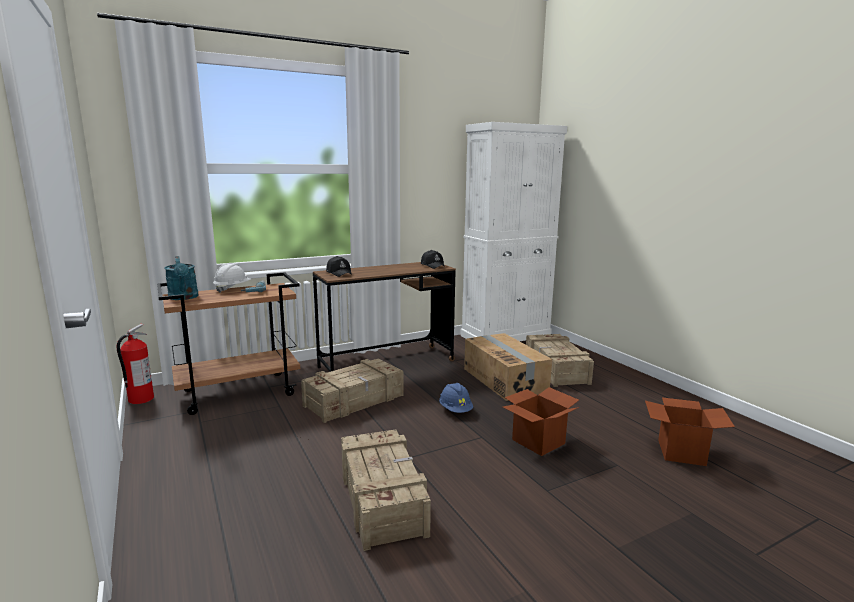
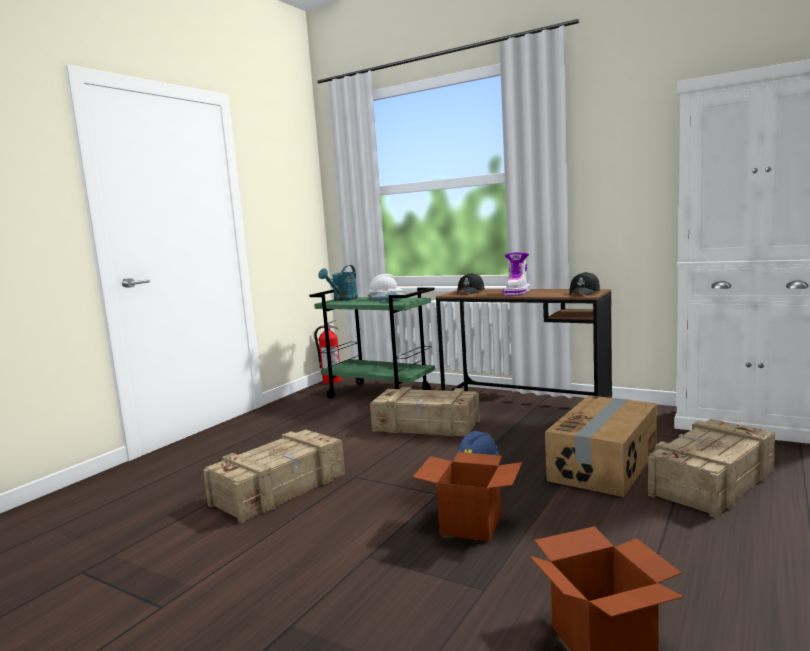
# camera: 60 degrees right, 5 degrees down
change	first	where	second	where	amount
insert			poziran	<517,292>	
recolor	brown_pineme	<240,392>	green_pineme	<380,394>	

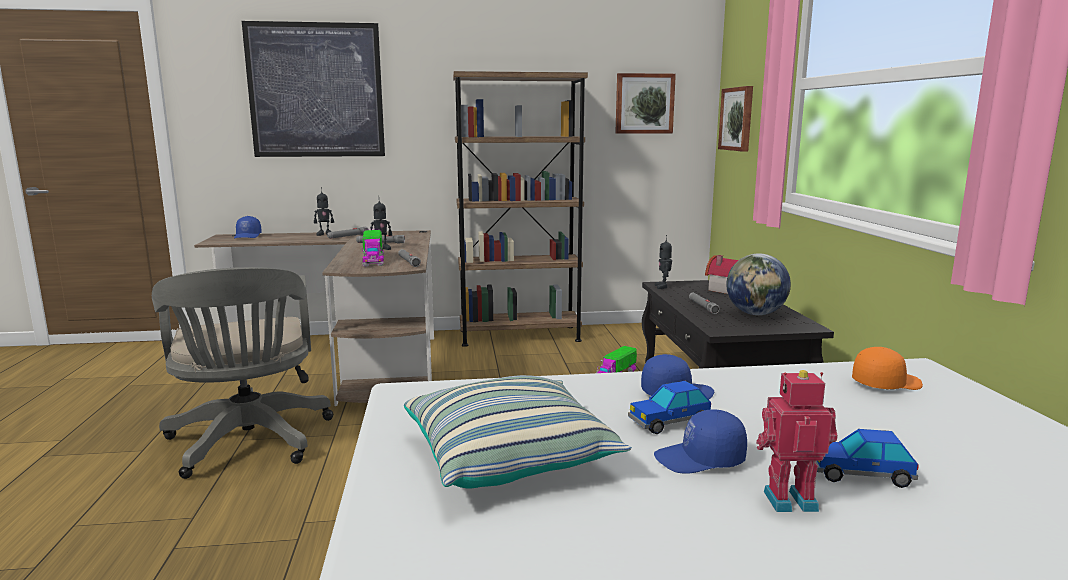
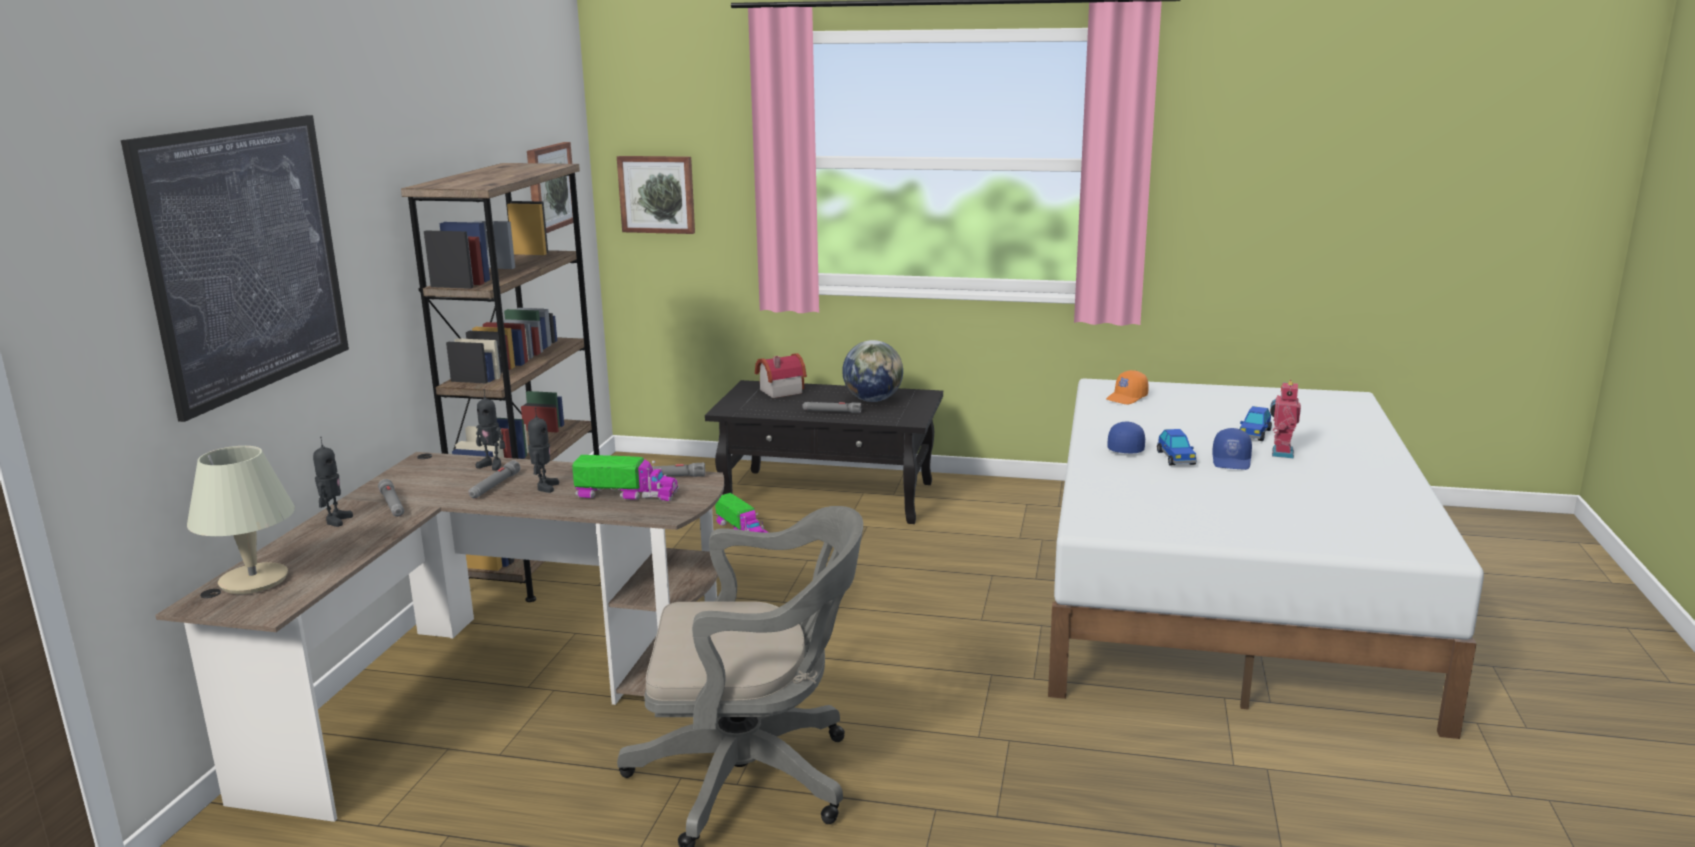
# camera: 70 degrees left, 5 degrees up
change	first	where	second	where	amount
delete	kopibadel	<510,457>			
move	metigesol	<663,287>		<492,465>	
replace	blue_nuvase	<248,236>	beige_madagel	<254,580>	
rotate	orange_nuvase	<885,383>		<1127,398>	135 degrees counterclockwise

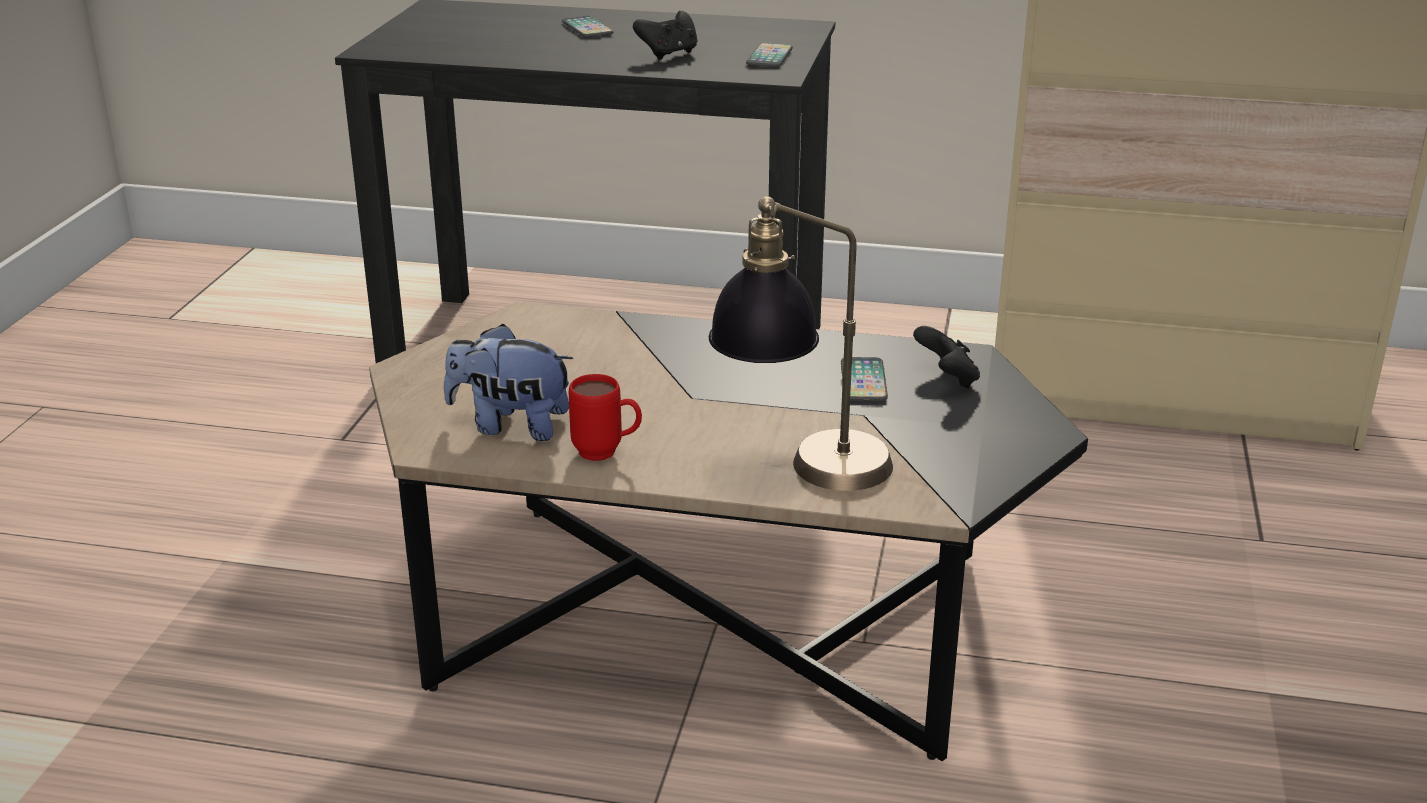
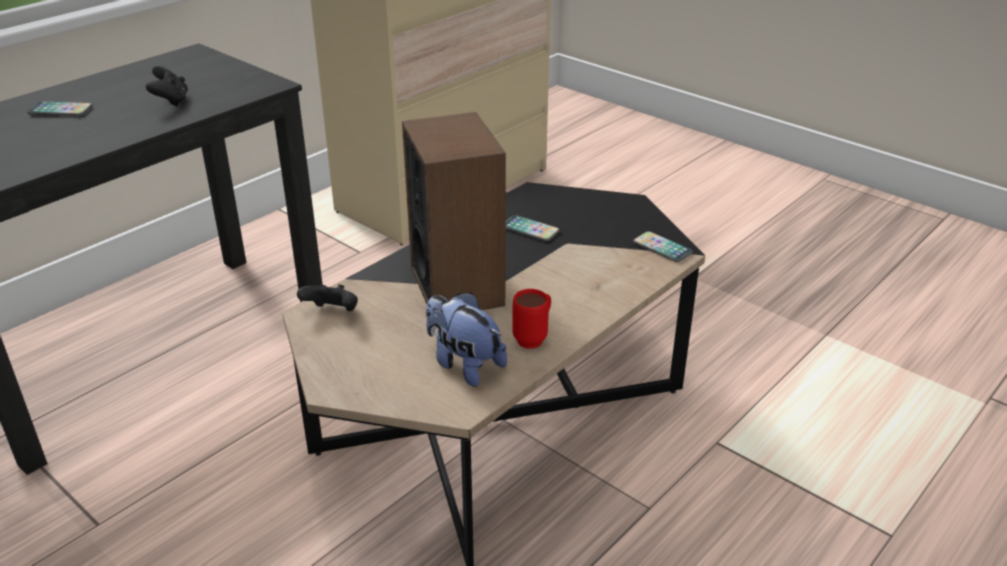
# camera: 60 degrees left, 5 degrees up
change	first	where	second	where	amount
delete	madagel	<801,471>			
insert			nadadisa	<457,286>	
move	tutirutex	<769,57>		<662,248>	
move	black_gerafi	<947,379>		<332,313>	
rotate	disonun	<511,425>		<464,364>	90 degrees clockwise

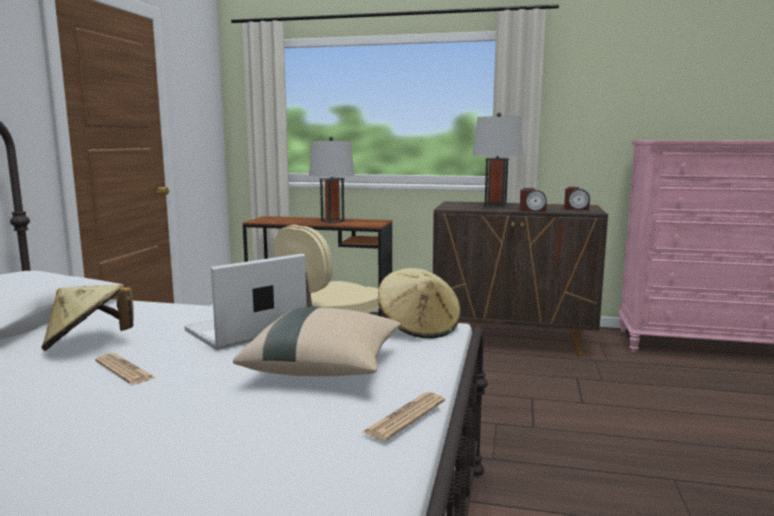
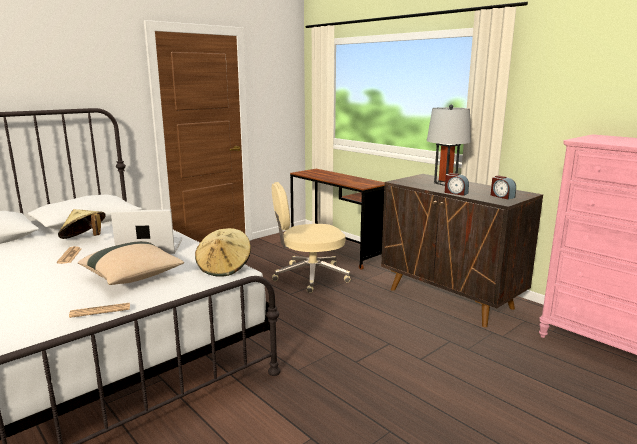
# camera: 35 degrees right, 5 degrees up
change	first	where	second	where	amount
delete	grey_madagel	<332,221>			

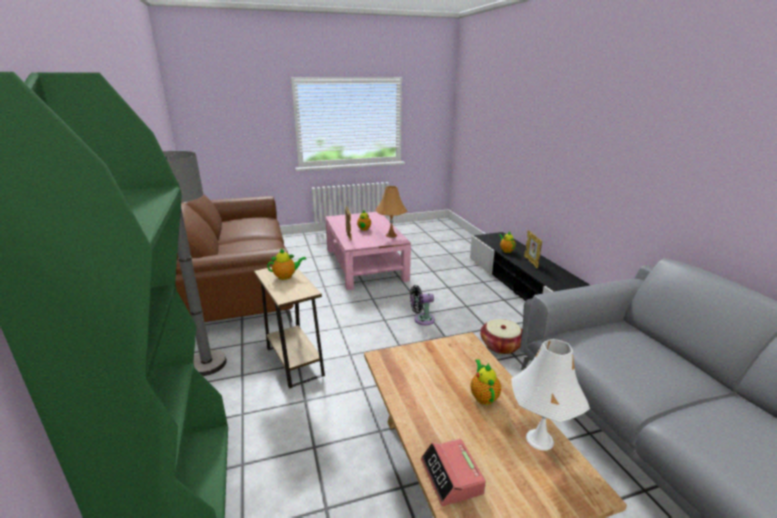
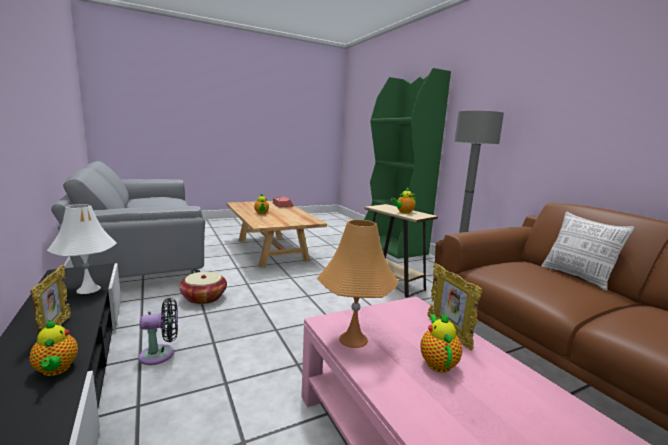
# camera: 170 degrees right, 10 degrees down
change	first	where	second	where	amount
insert			kopibadel	<577,277>	
move	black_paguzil	<422,320>		<161,354>	
move	white_madagel	<539,439>		<89,289>	

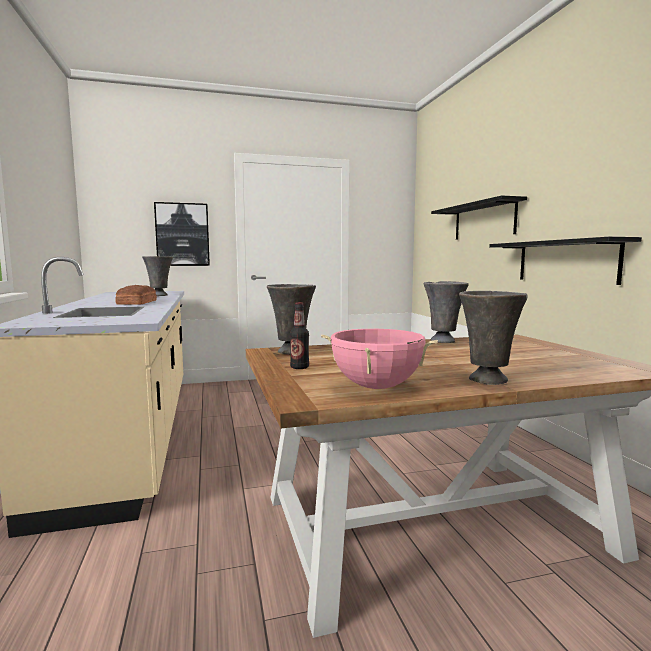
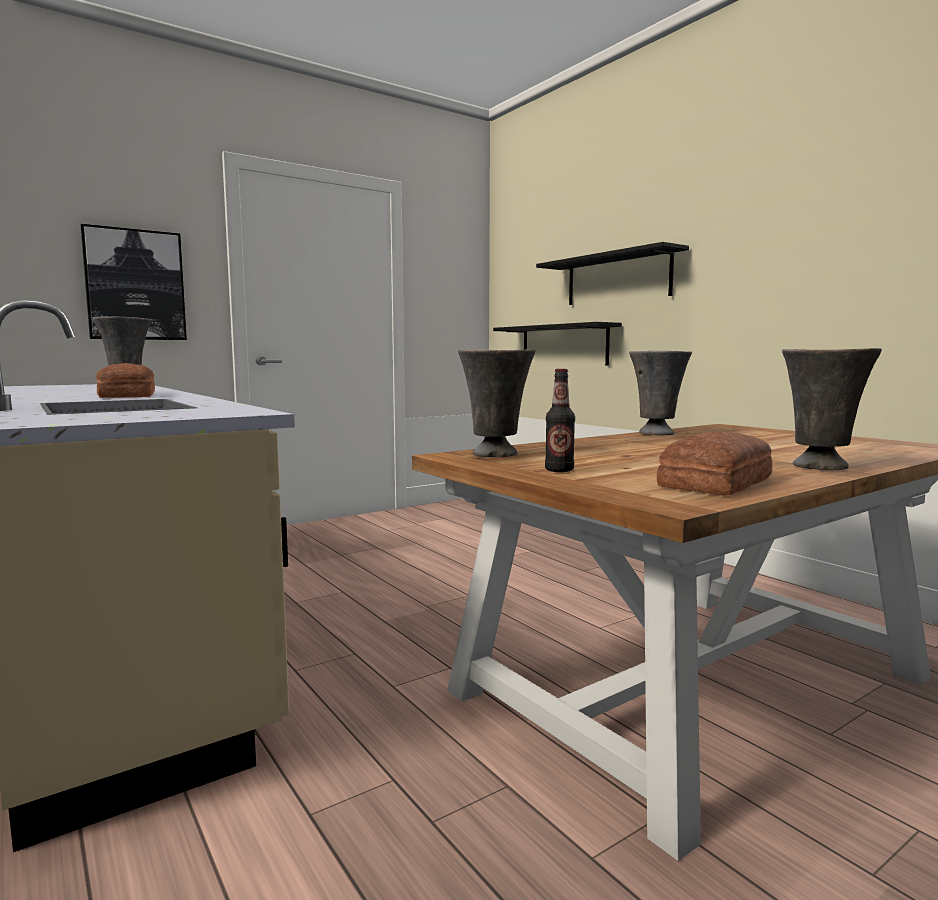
# camera: 20 degrees left, 0 degrees up
change	first	where	second	where	amount
move	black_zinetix	<565,261>		<564,345>	
replace	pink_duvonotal	<376,387>	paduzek	<719,482>	

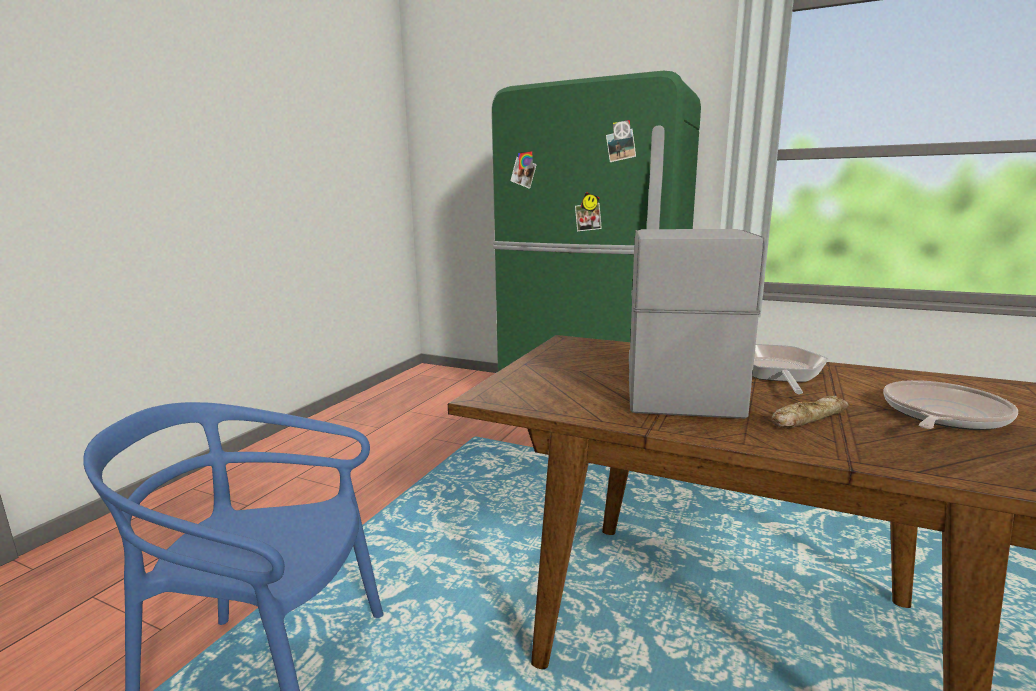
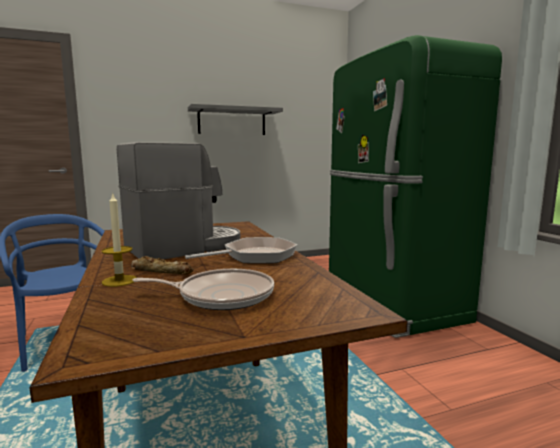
# camera: 45 degrees right, 5 degrees down
change	first	where	second	where	amount
insert			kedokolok	<119,281>	
insert			grey_zinetix	<232,121>	

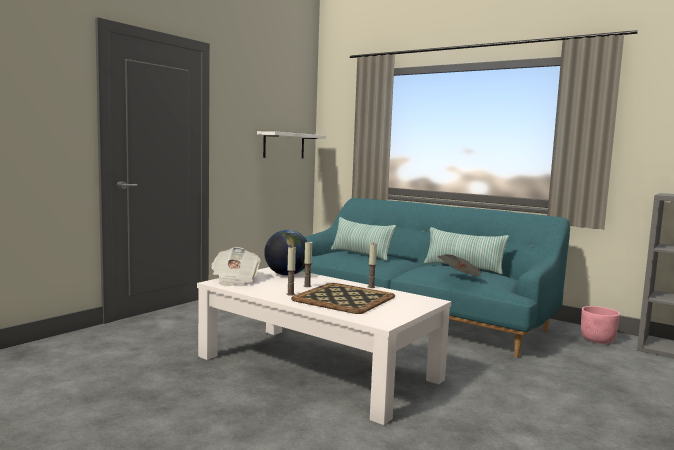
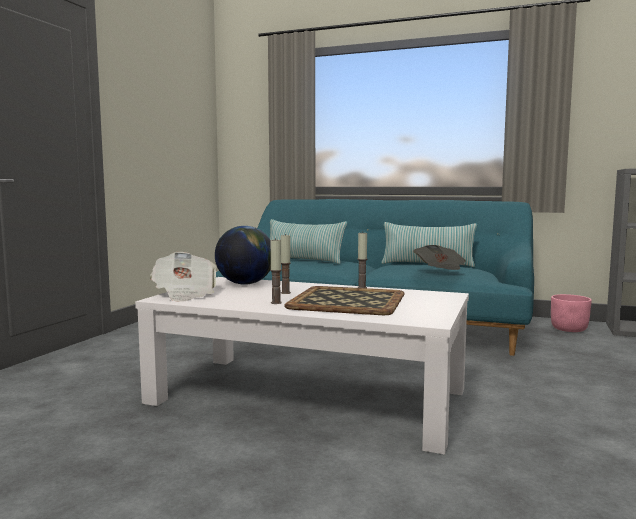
# camera: 15 degrees left, 0 degrees up
change	first	where	second	where	amount
delete	white_zinetix	<284,145>			

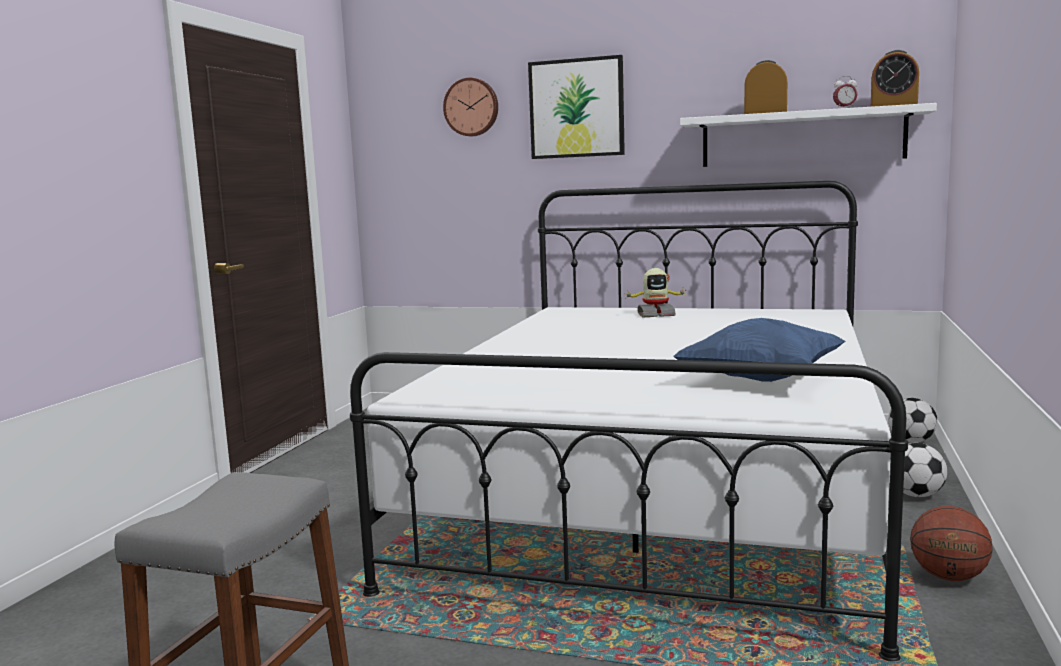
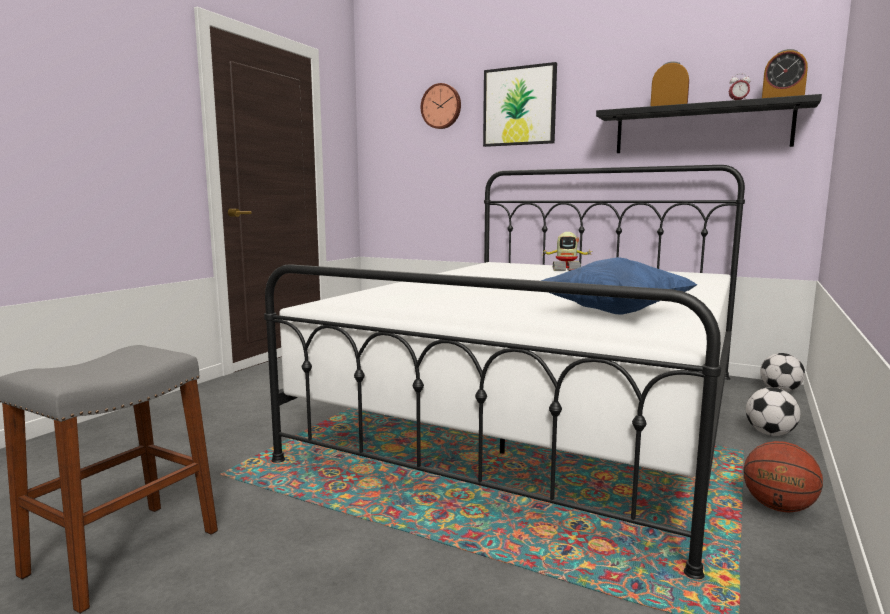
# camera: 10 degrees right, 0 degrees up
change	first	where	second	where	amount
recolor	white_zinetix	<802,138>	black_zinetix	<701,129>	

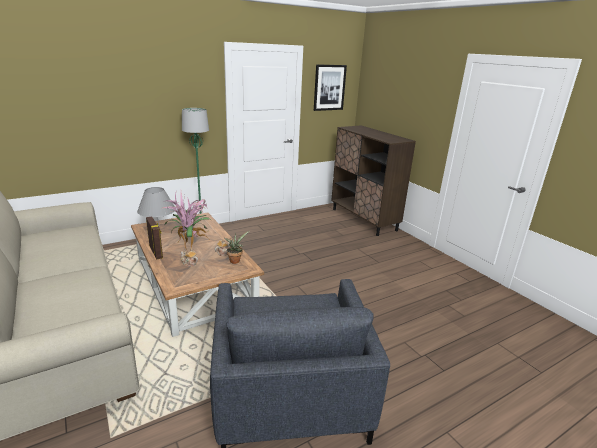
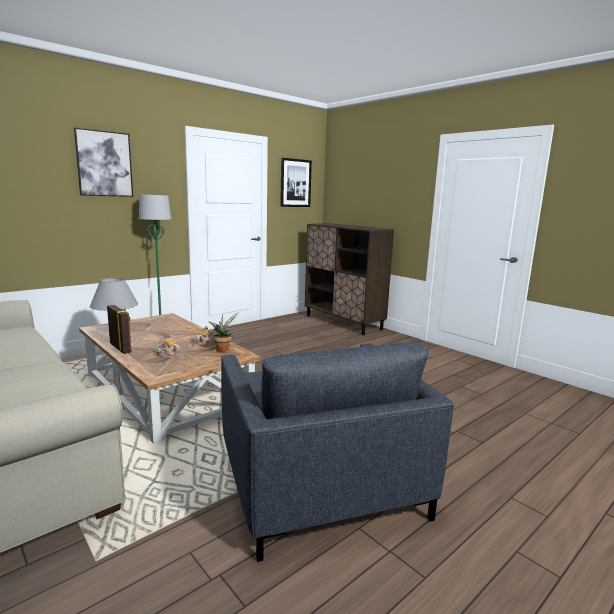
# camera: 10 degrees left, 10 degrees down
change	first	where	second	where	amount
delete	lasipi	<191,242>			
insert			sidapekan	<104,164>	

